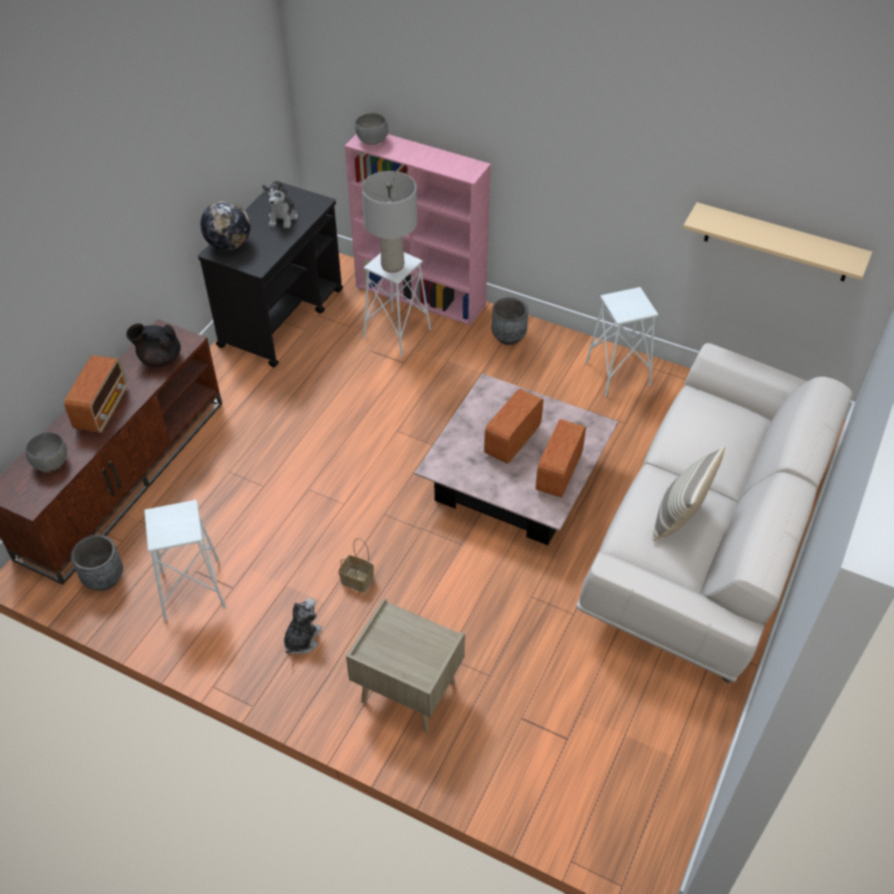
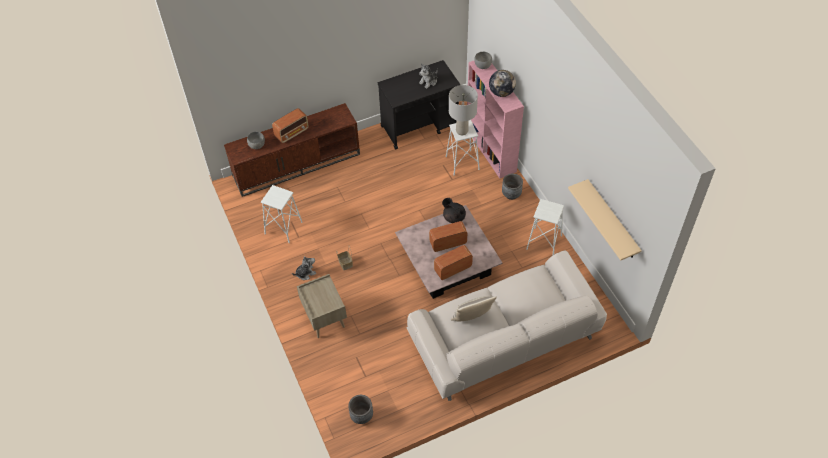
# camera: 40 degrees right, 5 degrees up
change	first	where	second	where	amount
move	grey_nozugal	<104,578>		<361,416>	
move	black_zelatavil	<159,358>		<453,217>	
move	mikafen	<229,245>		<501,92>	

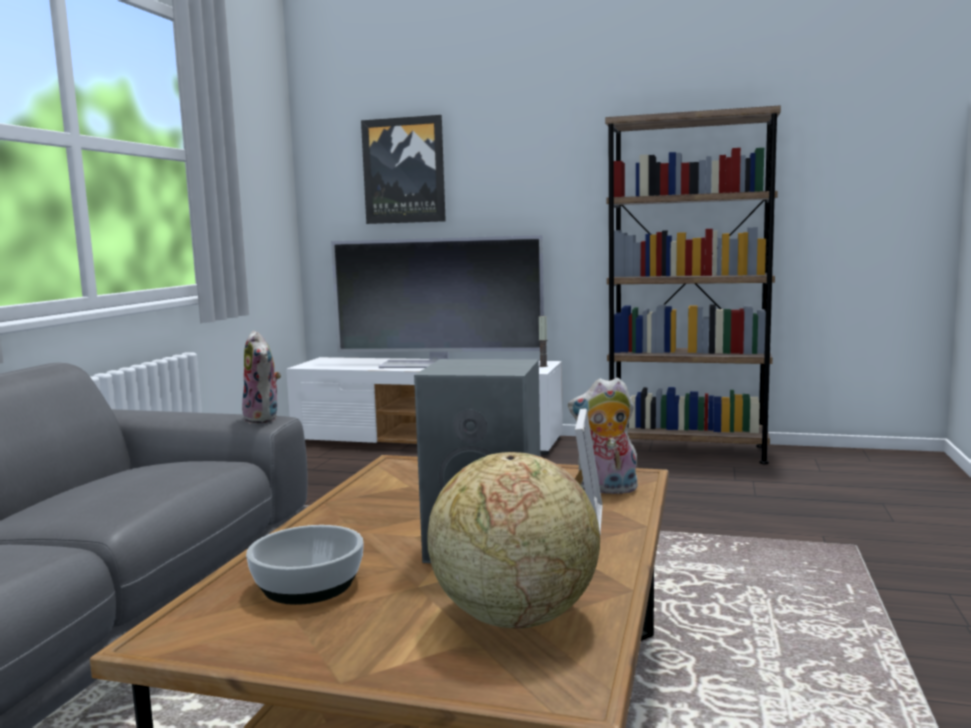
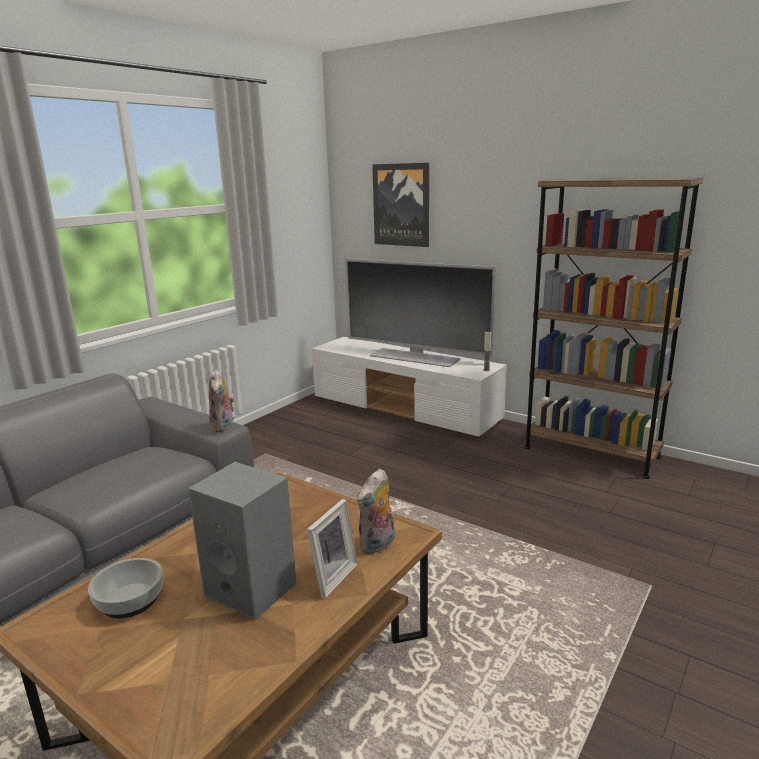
# camera: 20 degrees right, 10 degrees up
change	first	where	second	where	amount
delete	mikafen	<514,617>			
rotate	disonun	<606,490>		<378,545>	75 degrees counterclockwise

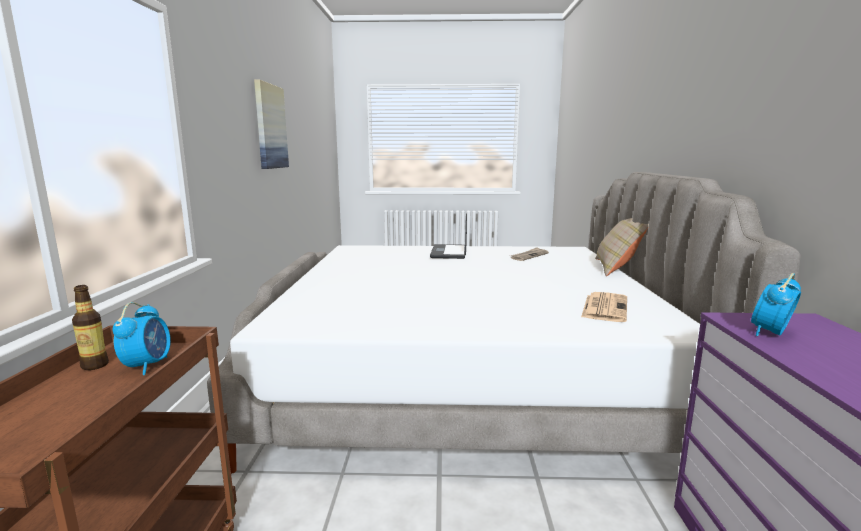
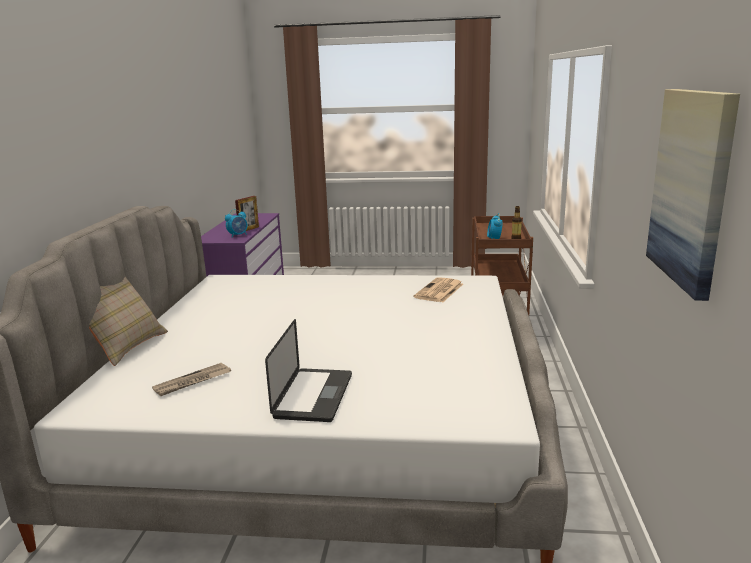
# camera: 175 degrees left, 5 degrees up
change	first	where	second	where	amount
insert			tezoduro	<248,229>	
move	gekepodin	<604,307>		<439,291>	

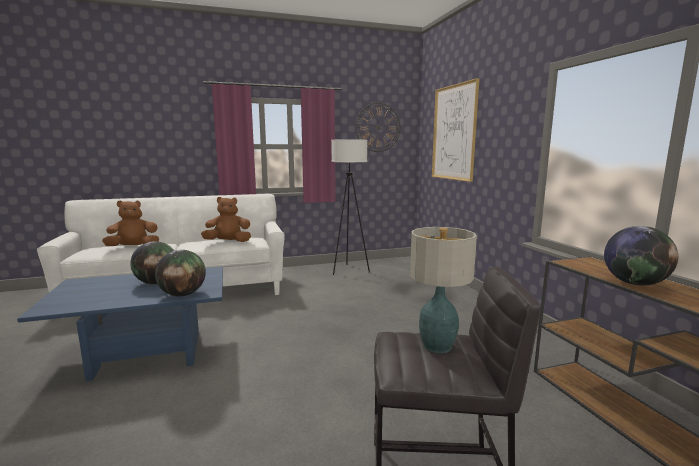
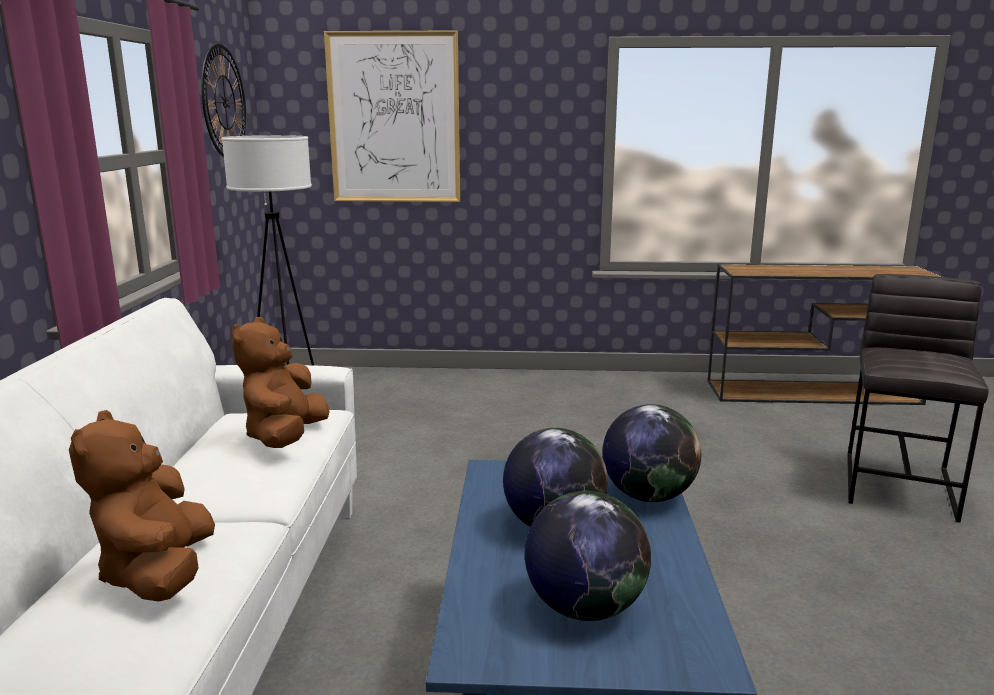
# camera: 70 degrees left, 5 degrees up
change	first	where	second	where	amount
delete	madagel	<436,346>			
move	mikafen	<634,283>		<584,608>	

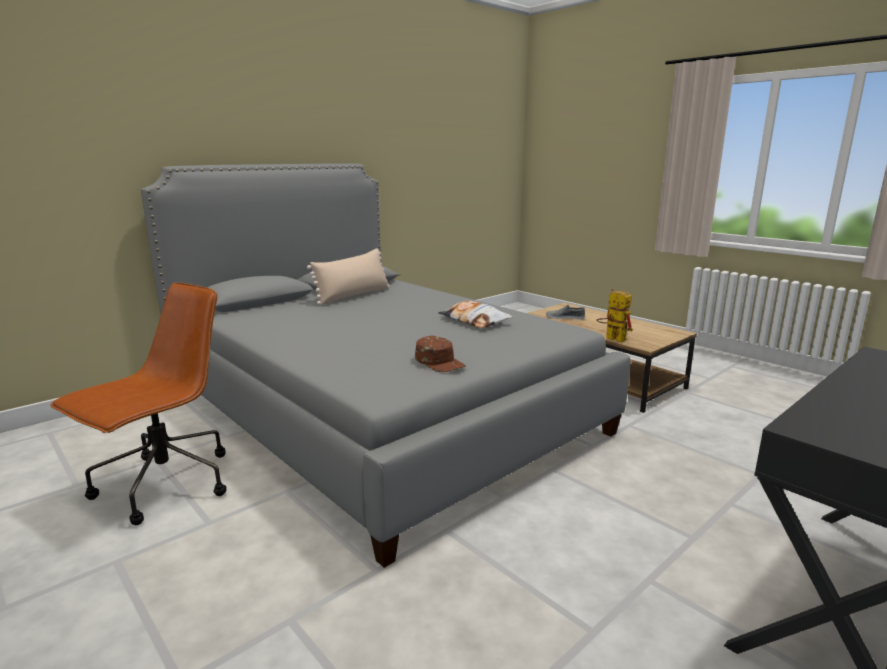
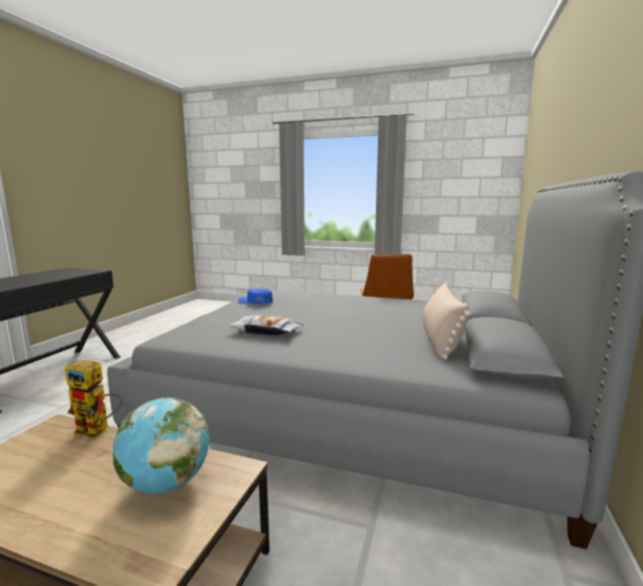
# camera: 150 degrees right, 5 degrees down
change	first	where	second	where	amount
replace	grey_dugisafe	<565,317>	mikafen	<166,483>	
recolor	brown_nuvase	<440,362>	blue_nuvase	<255,301>	

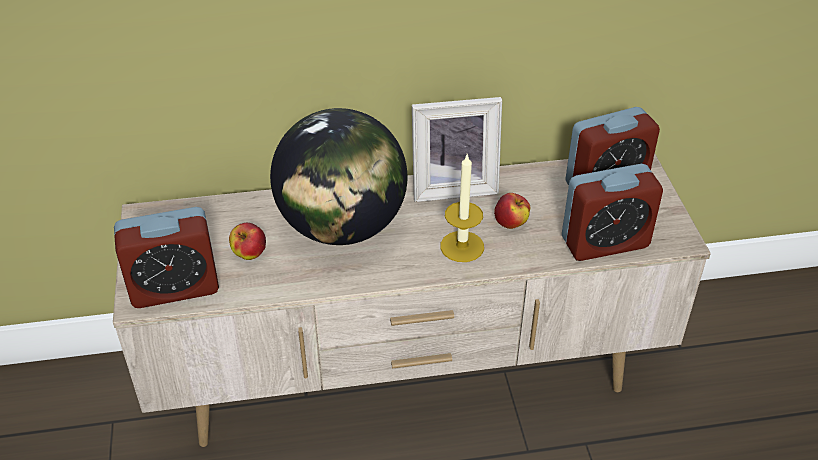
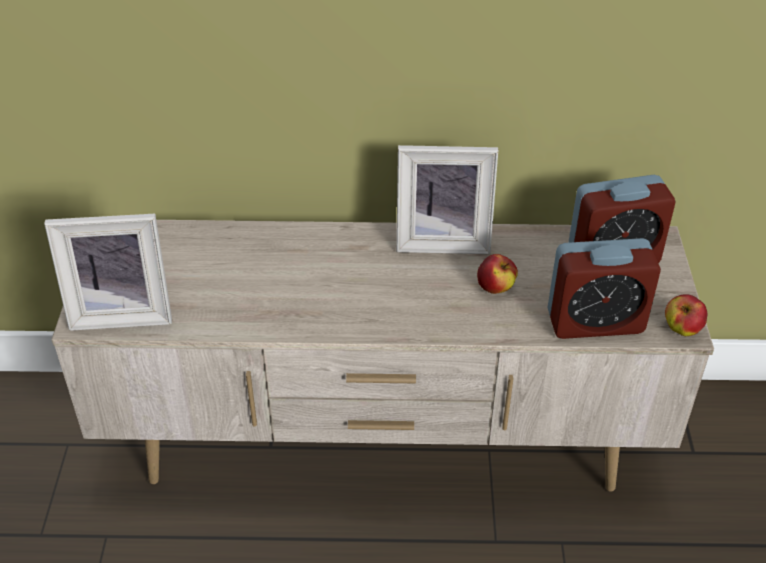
# camera: 10 degrees right, 0 degrees up
change	first	where	second	where	amount
delete	mikafen	<342,227>			
delete	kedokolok	<462,246>			
move	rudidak	<249,254>		<681,329>	
replace	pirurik	<174,288>	tezoduro	<122,312>	

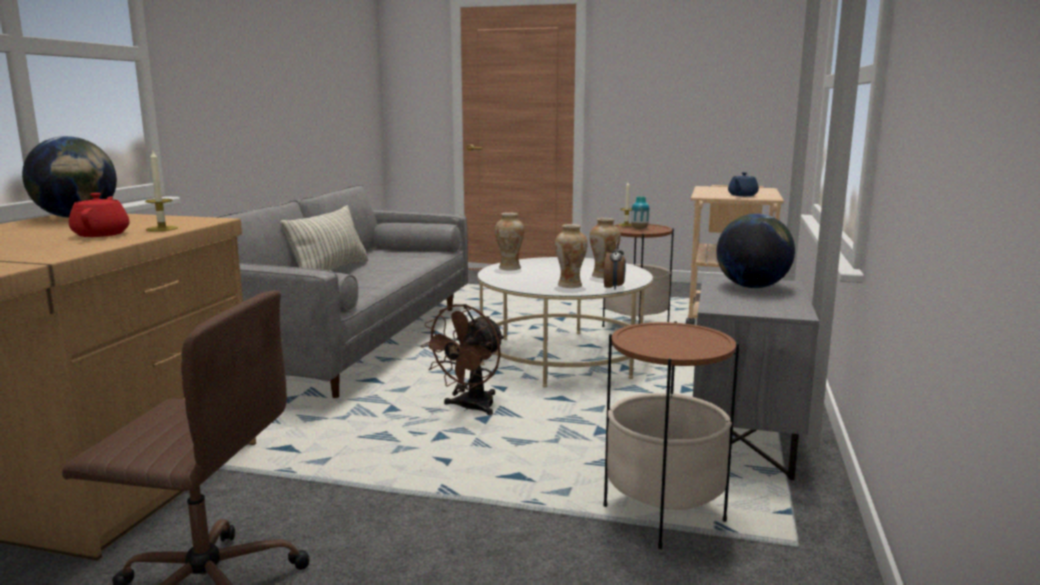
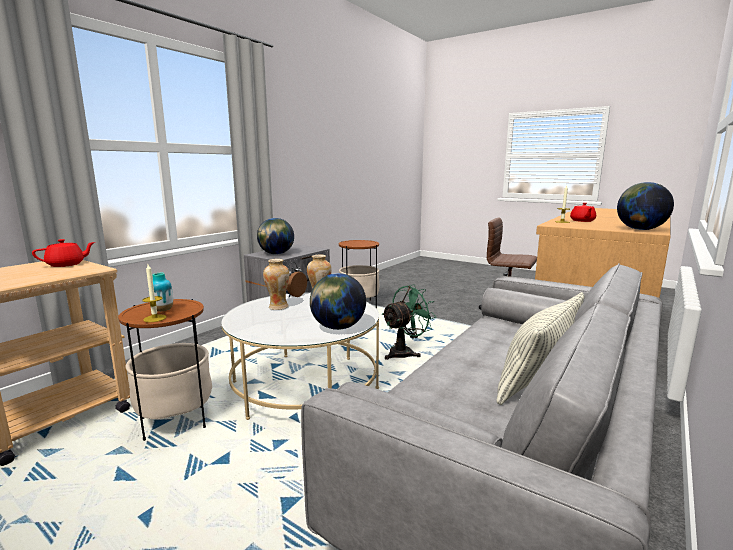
# camera: 160 degrees left, 0 degrees up
change	first	where	second	where	amount
replace	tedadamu	<509,268>	mikafen	<338,327>	
recolor	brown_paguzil	<470,408>	green_paguzil	<405,352>	
recolor	blue_zelatavil	<742,195>	red_zelatavil	<66,264>	

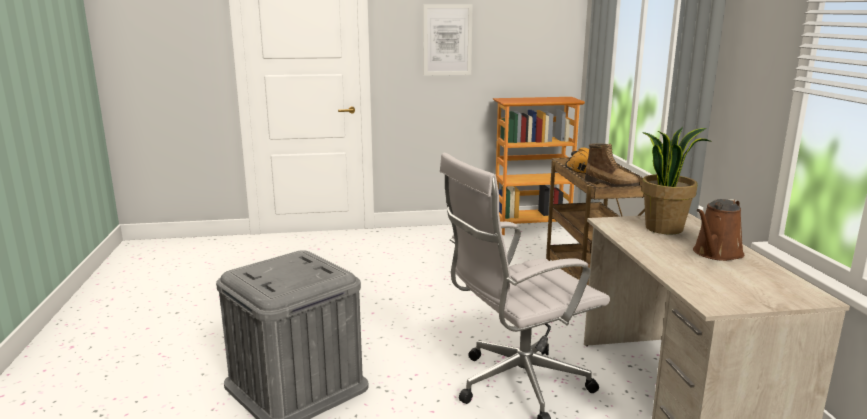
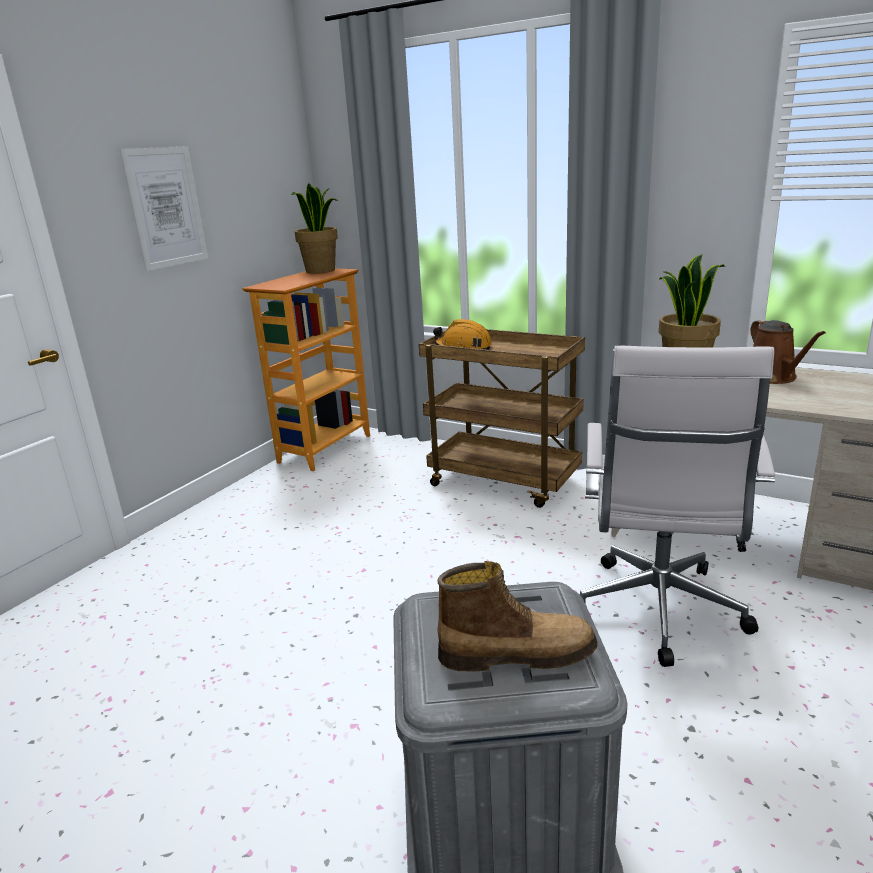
# camera: 50 degrees left, 5 degrees up
change	first	where	second	where	amount
insert			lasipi	<321,271>	
move	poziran	<612,185>		<517,654>	

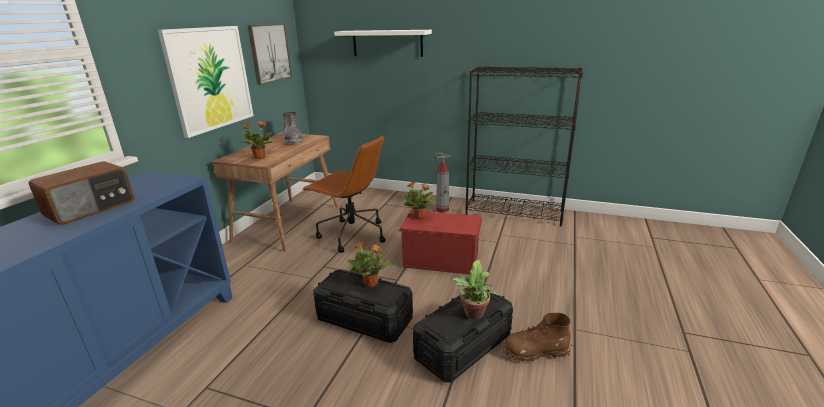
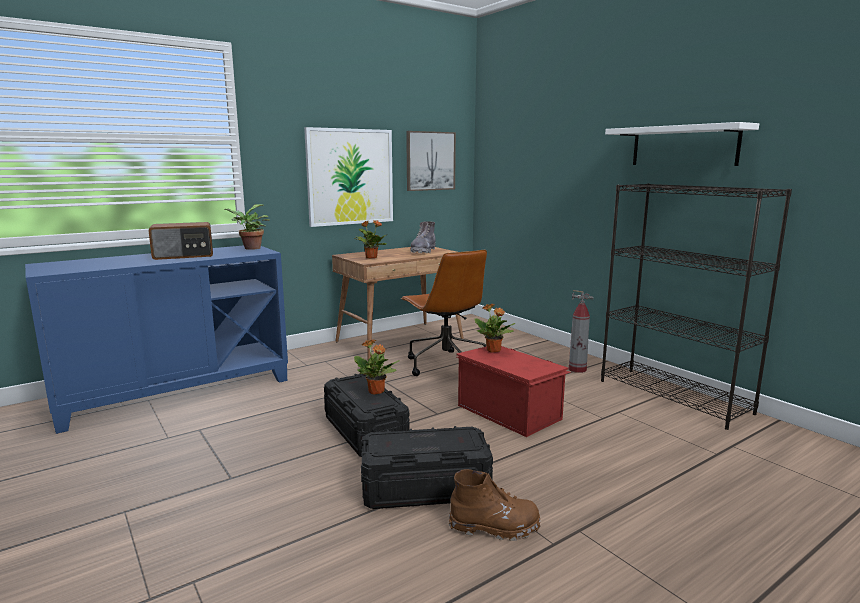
# camera: 35 degrees right, 10 degrees down
change	first	where	second	where	amount
move	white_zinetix	<387,43>		<683,146>	
move	lasipi	<473,315>		<250,248>	
rotate	brown_poziran	<534,352>		<494,527>	150 degrees clockwise

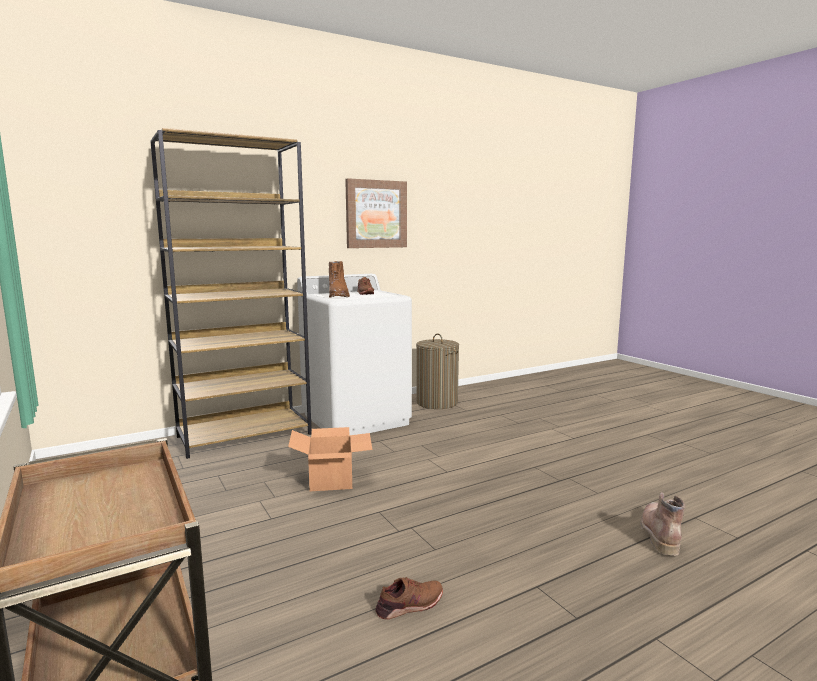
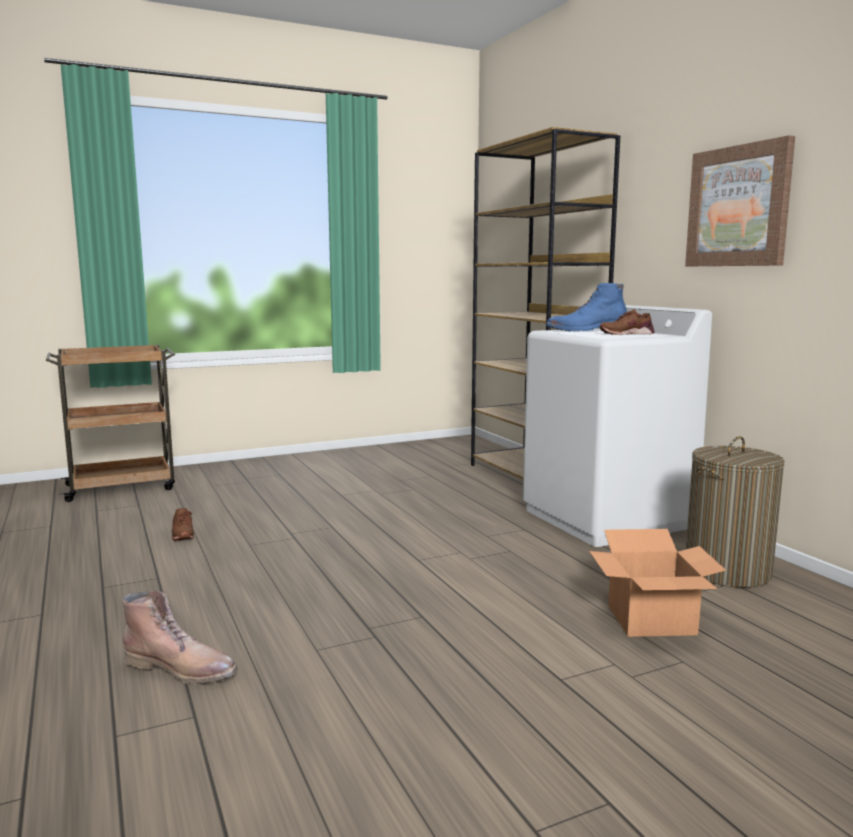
# camera: 95 degrees right, 0 degrees up
change	first	where	second	where	amount
move	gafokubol	<330,479>		<652,619>	
recolor	brown_poziran	<339,296>	blue_poziran	<586,330>	

